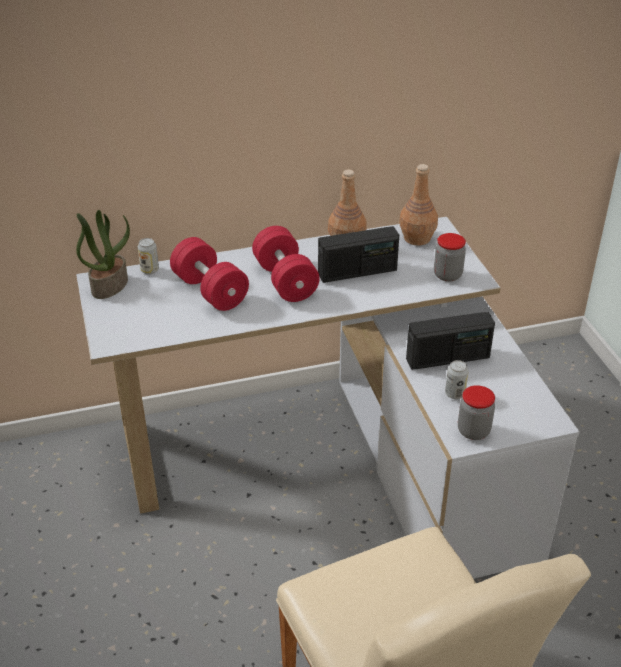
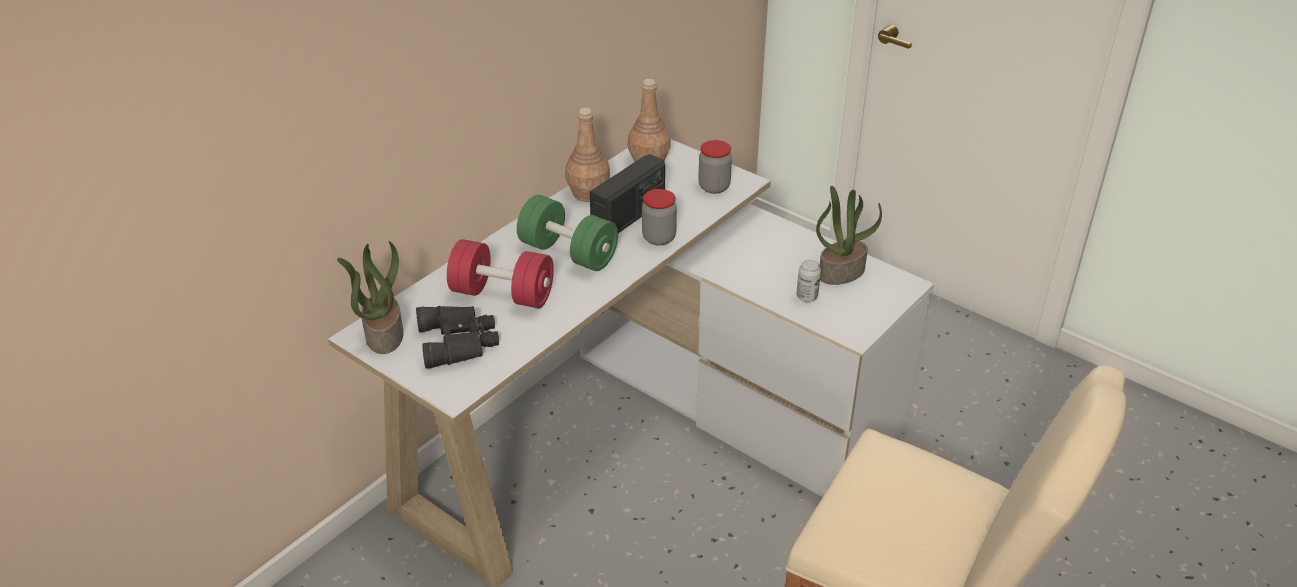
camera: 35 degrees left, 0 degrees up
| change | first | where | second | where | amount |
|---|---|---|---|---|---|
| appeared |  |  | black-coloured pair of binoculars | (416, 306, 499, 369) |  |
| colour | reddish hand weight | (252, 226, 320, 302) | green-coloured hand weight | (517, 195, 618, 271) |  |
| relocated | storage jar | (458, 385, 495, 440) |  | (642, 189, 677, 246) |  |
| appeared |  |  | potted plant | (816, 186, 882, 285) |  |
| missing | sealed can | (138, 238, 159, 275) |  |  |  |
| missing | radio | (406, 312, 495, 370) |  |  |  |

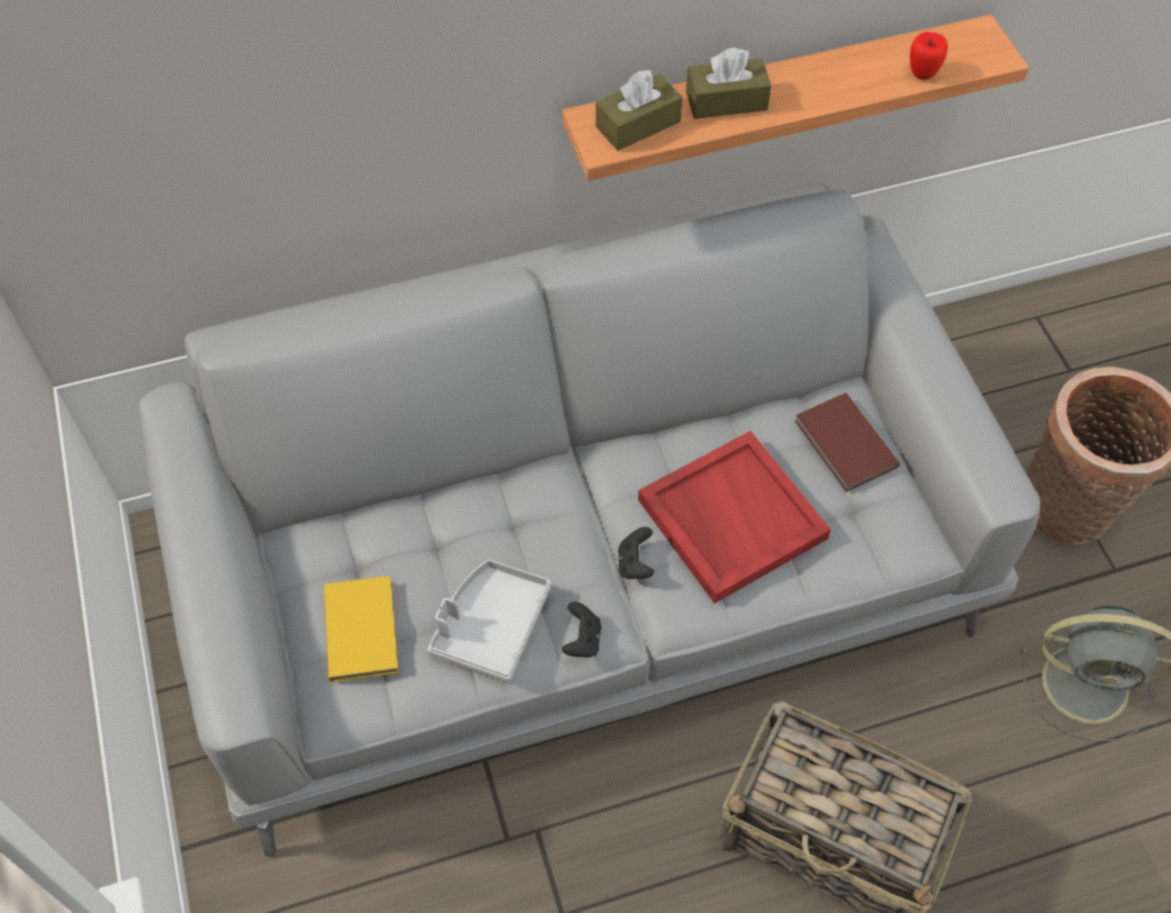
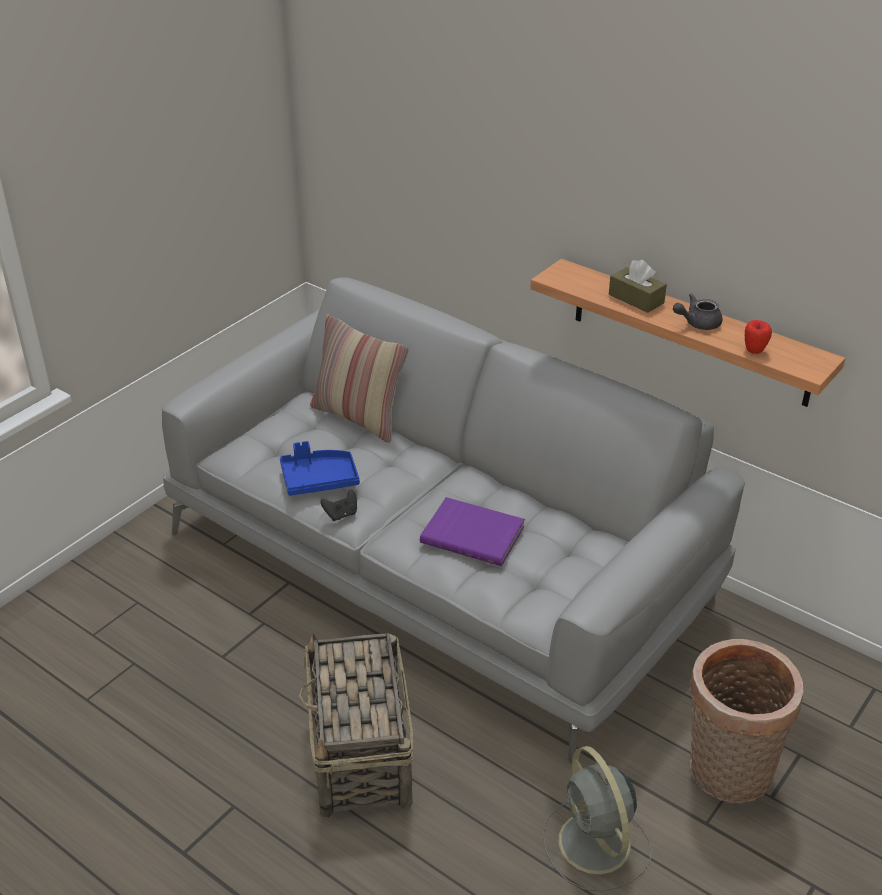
camera: 55 degrees right, 20 degrees down
| change | first | where | second | where | amount |
|---|---|---|---|---|---|
| colour | gray serving tray | (428, 559, 551, 682) | blue serving tray | (280, 441, 360, 496) |  |
| appeared |  |  | cushion | (310, 314, 409, 443) |  |
| exchanged | reddish serving tray | (638, 431, 831, 604) | purple-coloured book | (420, 497, 525, 566) |  |
| appeared |  |  | gray tea pot | (673, 293, 722, 330) |  |
| missing | yellowish book | (324, 576, 399, 682) |  |  |  |
| missing | brown-coloured tissue box | (596, 70, 683, 151) |  |  |  |
| missing | black-coloured gamepad | (618, 527, 654, 579) |  |  |  |
| missing | brown-coloured book | (795, 393, 900, 492) |  |  |  |

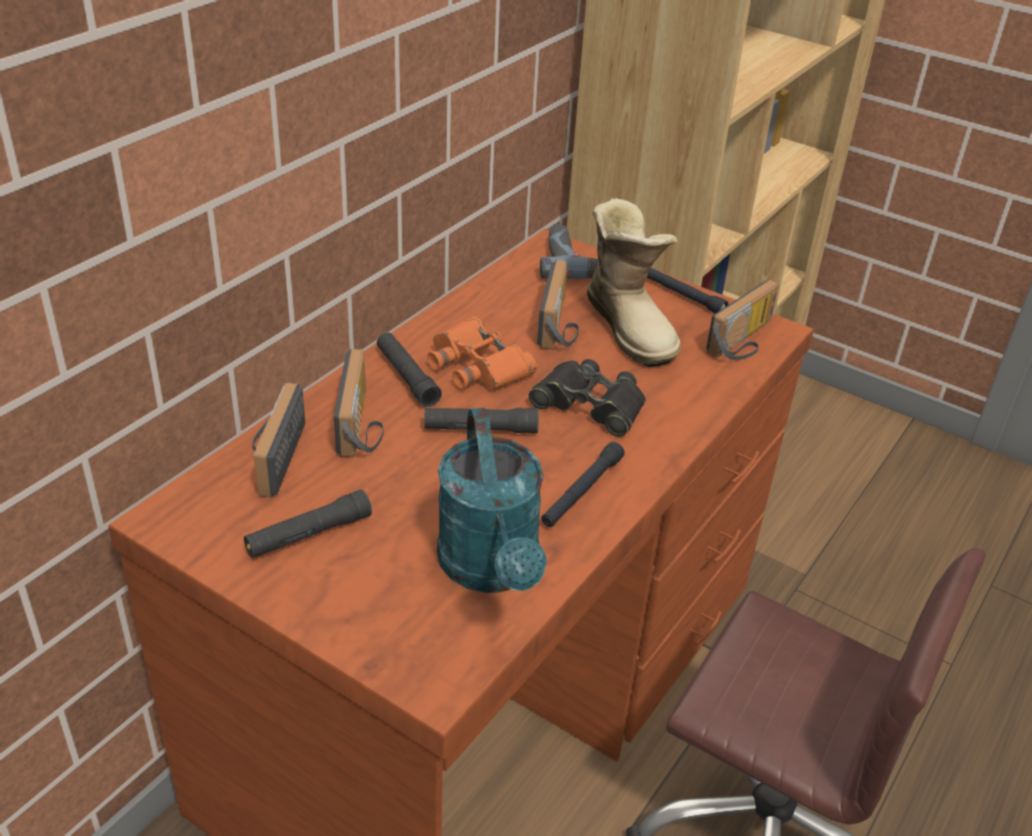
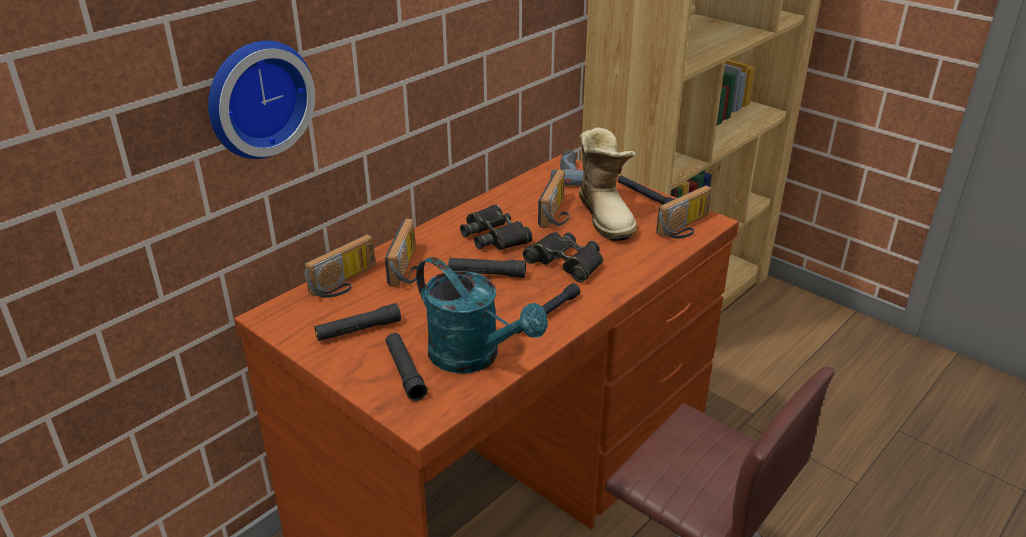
camera: 10 degrees right, 5 degrees down
| change | first | where | second | where | amount |
|---|---|---|---|---|---|
| appeared |  |  | wall clock | (208, 41, 315, 159) |  |
| spun | radio | (252, 383, 305, 498) |  | (304, 234, 376, 298) | 150 degrees counterclockwise |
| relocated | black-coloured hand torch | (377, 333, 442, 407) |  | (386, 333, 427, 401) |  |
| spun | turquoise-coloured watering can | (437, 408, 547, 593) |  | (416, 257, 548, 373) | 45 degrees counterclockwise |
| colour | orange-coloured pair of binoculars | (427, 317, 537, 390) | black-coloured pair of binoculars | (460, 204, 533, 250) |  |

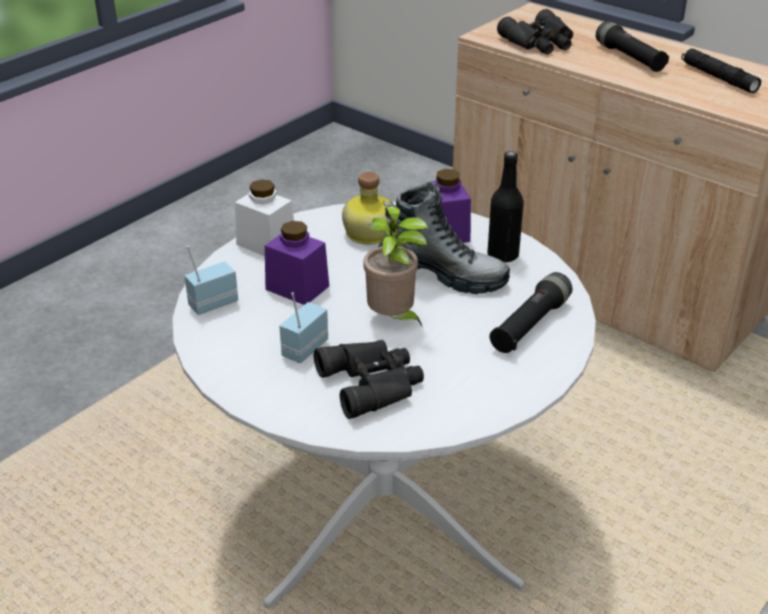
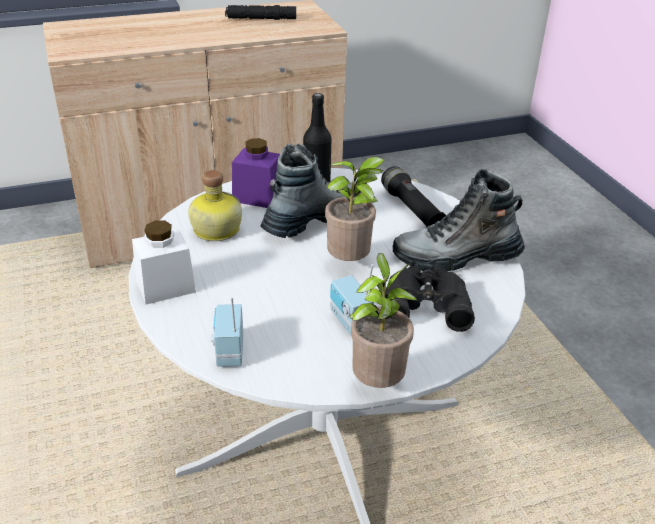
camera: 60 degrees left, 0 degrees up
| change | first | where | second | where | amount |
|---|---|---|---|---|---|
| appeared |  |  | potted plant | (350, 253, 418, 388) |  |
| appeared |  |  | high-top boot | (393, 169, 525, 272) |  |
| missing | purple-coloured storage jar | (265, 221, 329, 305) |  |  |  |
| missing | black-coloured pair of binoculars | (497, 9, 573, 55) |  |  |  |
| missing | black-coloured hand torch | (596, 21, 669, 72) |  |  |  |

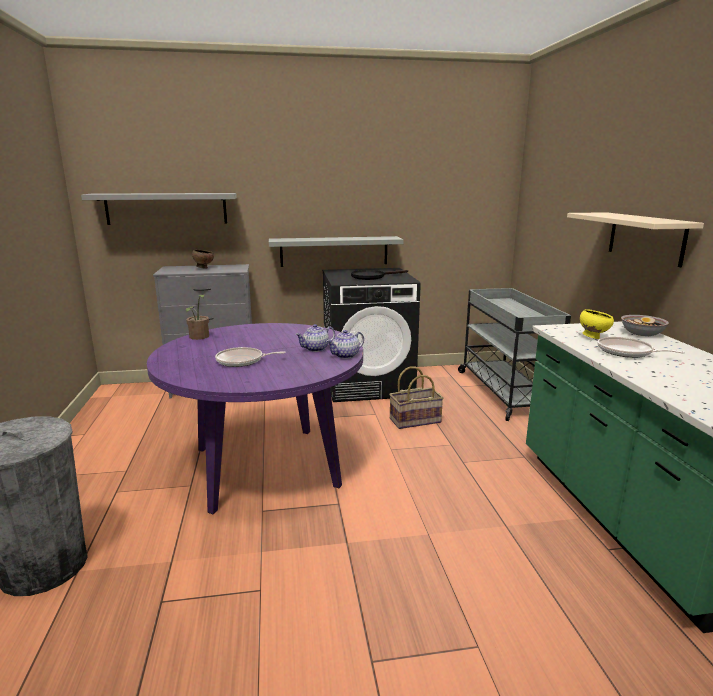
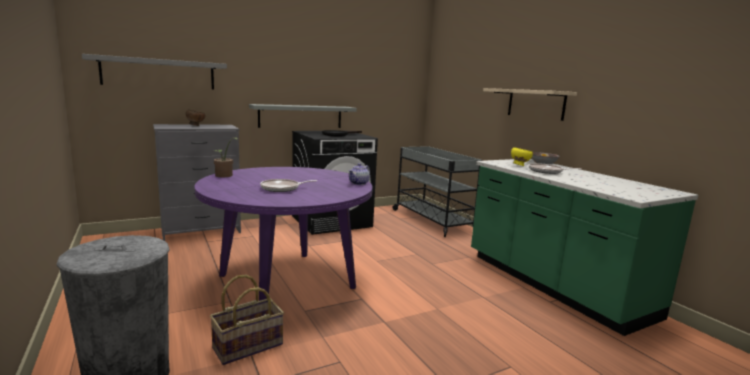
camera: 20 degrees left, 5 degrees down
| change | first | where | second | where | amount |
|---|---|---|---|---|---|
| relocated | storage basket | (389, 366, 444, 429) |  | (210, 275, 284, 365) |  |
| missing | tea pot | (295, 324, 335, 352) |  |  |  |

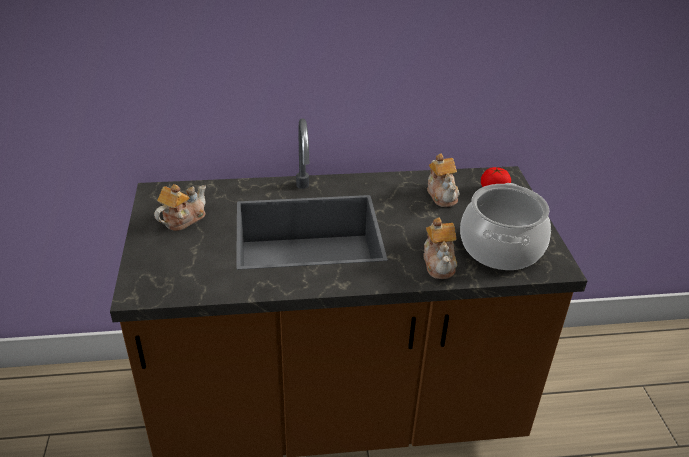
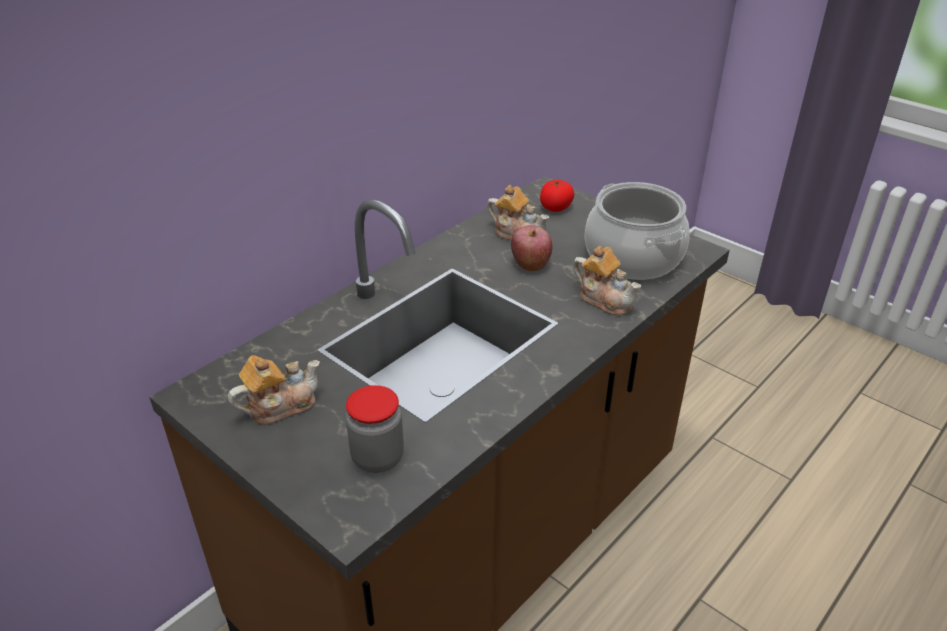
camera: 40 degrees left, 0 degrees up
| change | first | where | second | where | amount |
|---|---|---|---|---|---|
| spun | tea pot | (154, 184, 206, 231) |  | (228, 355, 320, 425) | 60 degrees clockwise |
| appeared |  |  | storage jar | (346, 385, 404, 473) |  |
| appeared |  |  | apple | (511, 225, 552, 271) |  |

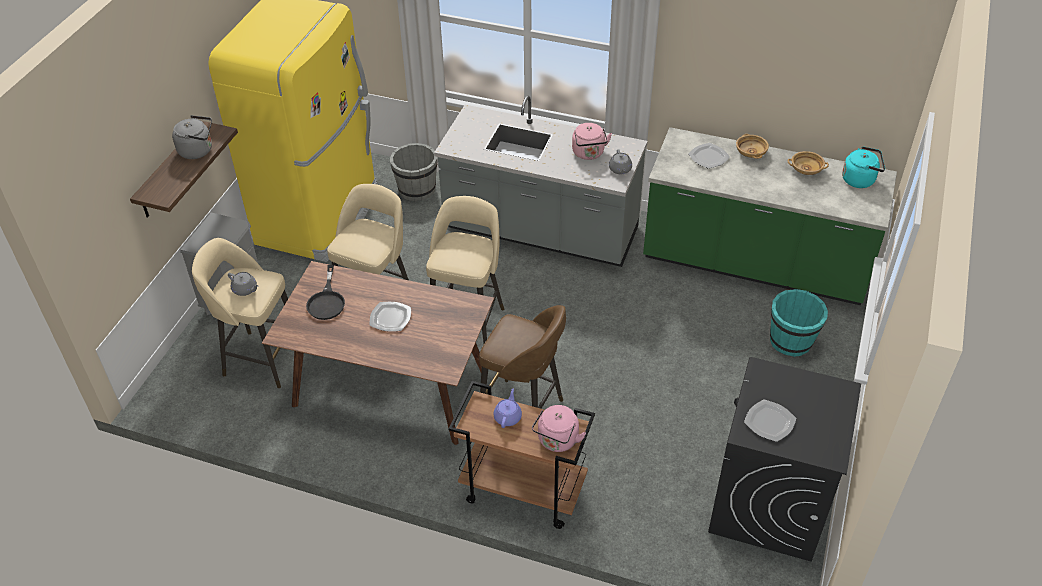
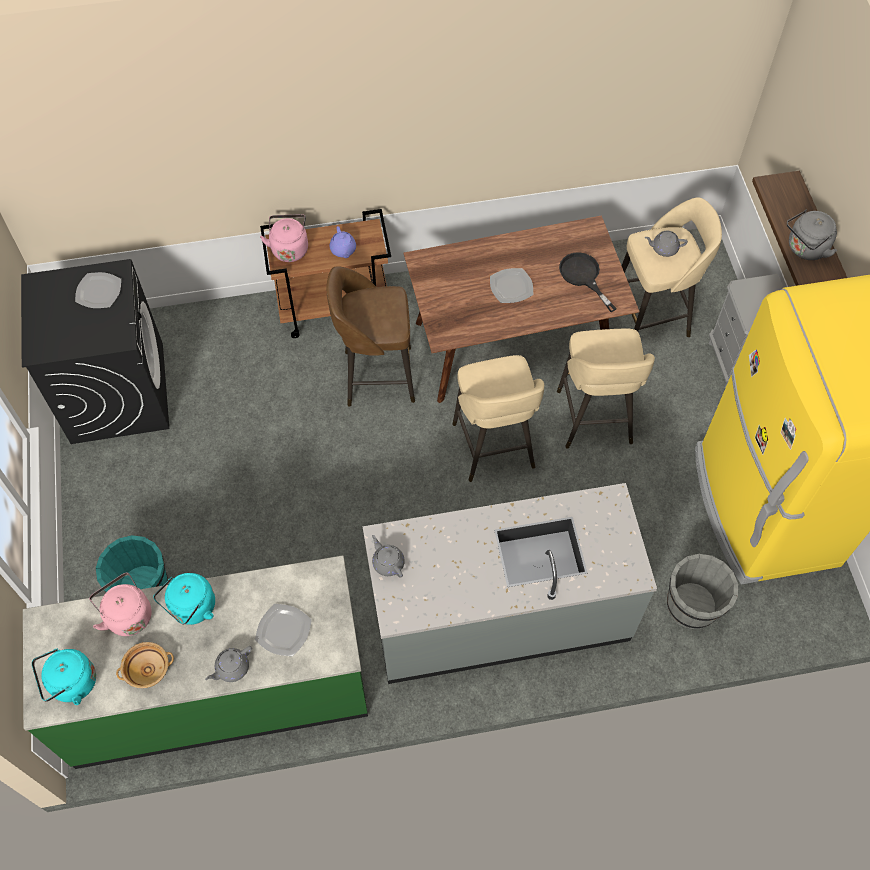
camera: 150 degrees right, 15 degrees up
| change | first | where | second | where | amount |
|---|---|---|---|---|---|
| relocated | pink kettle | (572, 123, 612, 160) |  | (89, 573, 152, 636) |  |
| appeared |  |  | turquoise-coloured kettle | (153, 573, 215, 625) |  |
| exchanged | beige deep dish | (736, 134, 769, 159) | gray tea pot | (205, 646, 252, 682) |  |

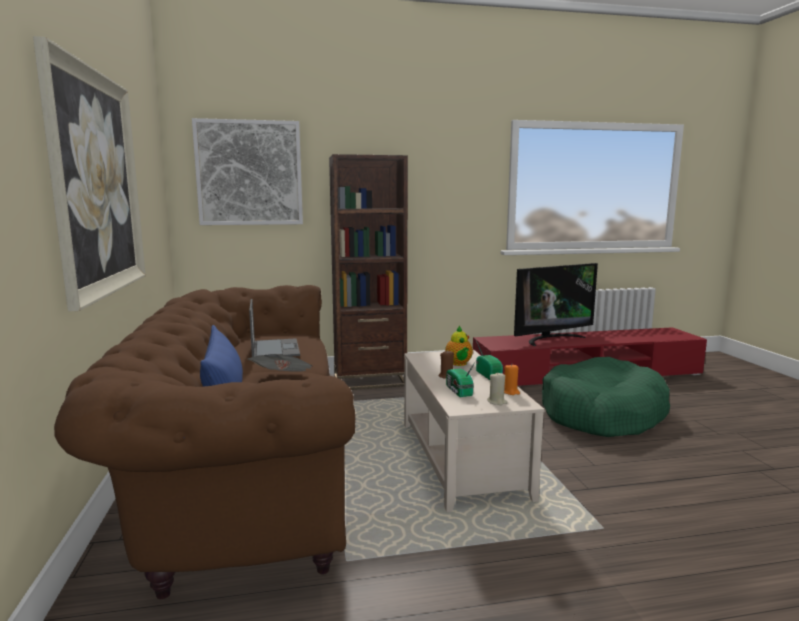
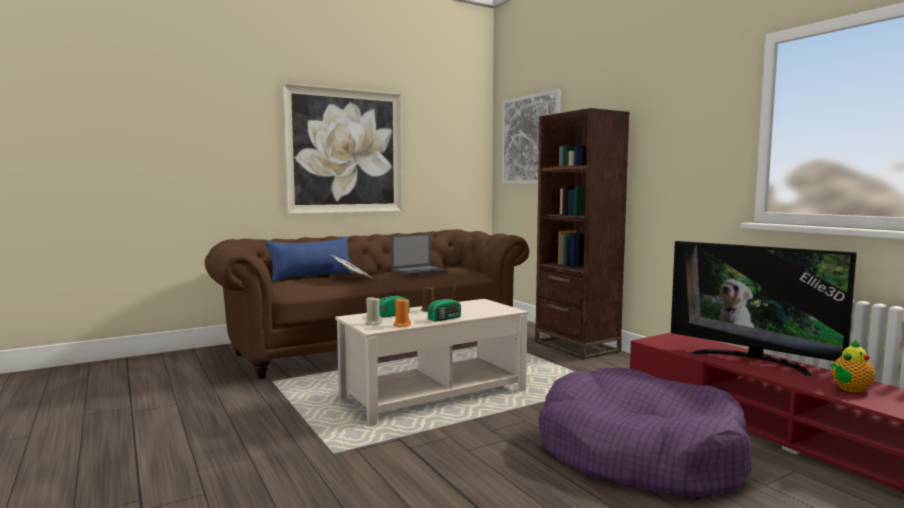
camera: 70 degrees right, 5 degrees down
| change | first | where | second | where | amount |
|---|---|---|---|---|---|
| colour | green-coloured dog bed | (542, 357, 670, 437) | purple-coloured dog bed | (539, 368, 751, 500) |  |
| relocated | tea pot | (445, 326, 473, 366) |  | (831, 339, 876, 393) |  |

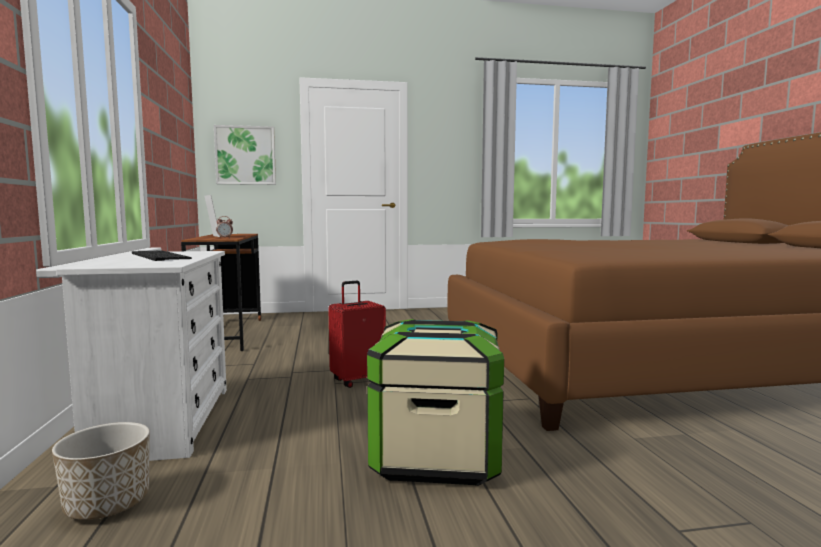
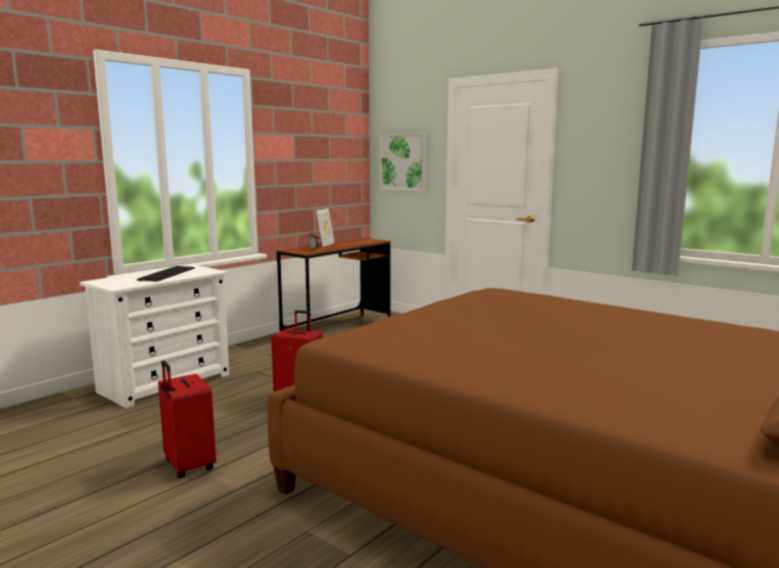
camera: 50 degrees right, 5 degrees up
| change | first | where | second | where | amount |
|---|---|---|---|---|---|
| exchanged | storage bin | (367, 319, 504, 486) | reddish suitcase | (158, 360, 216, 478) |  |
| missing | planter | (52, 422, 150, 520) |  |  |  |

